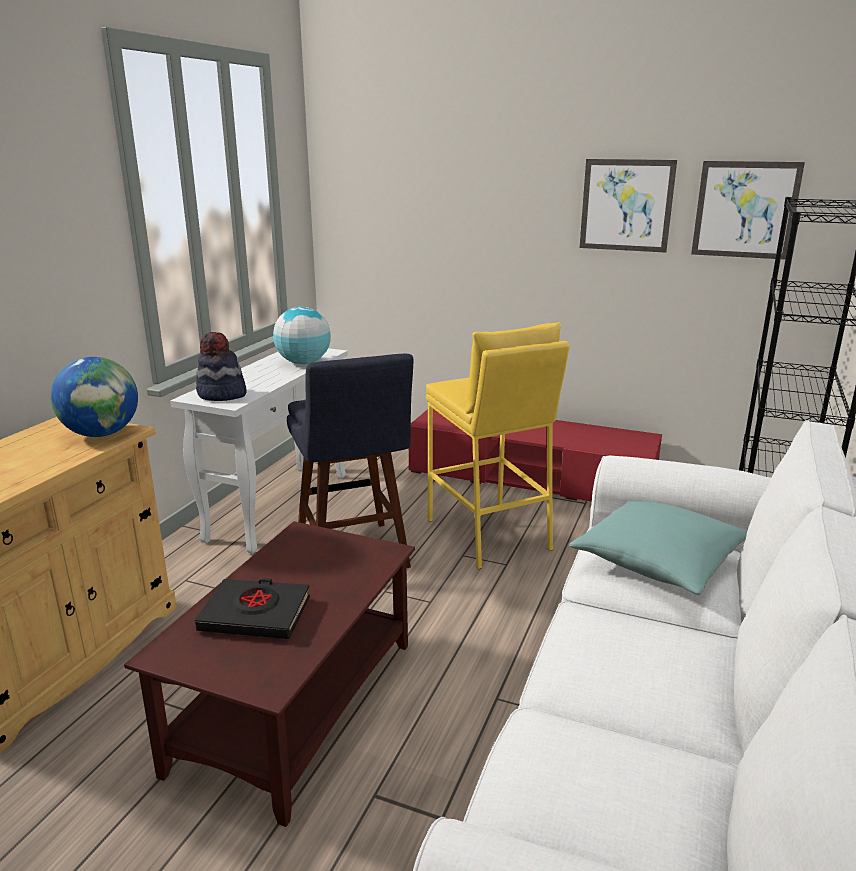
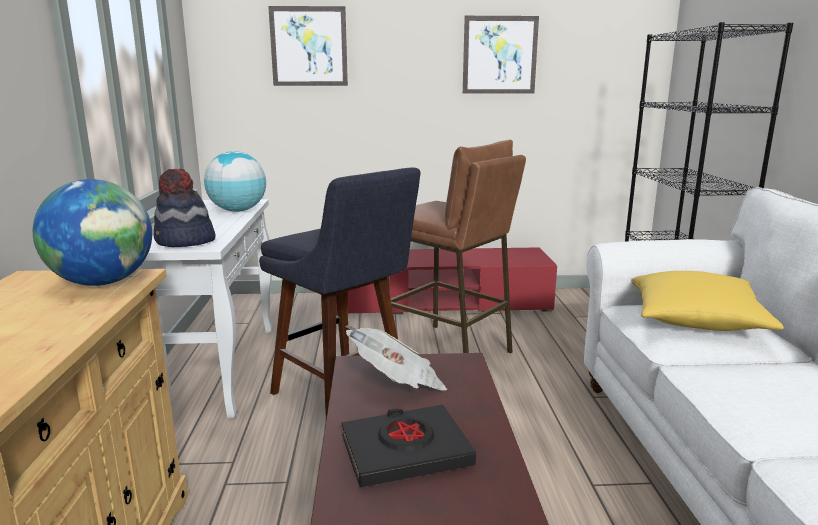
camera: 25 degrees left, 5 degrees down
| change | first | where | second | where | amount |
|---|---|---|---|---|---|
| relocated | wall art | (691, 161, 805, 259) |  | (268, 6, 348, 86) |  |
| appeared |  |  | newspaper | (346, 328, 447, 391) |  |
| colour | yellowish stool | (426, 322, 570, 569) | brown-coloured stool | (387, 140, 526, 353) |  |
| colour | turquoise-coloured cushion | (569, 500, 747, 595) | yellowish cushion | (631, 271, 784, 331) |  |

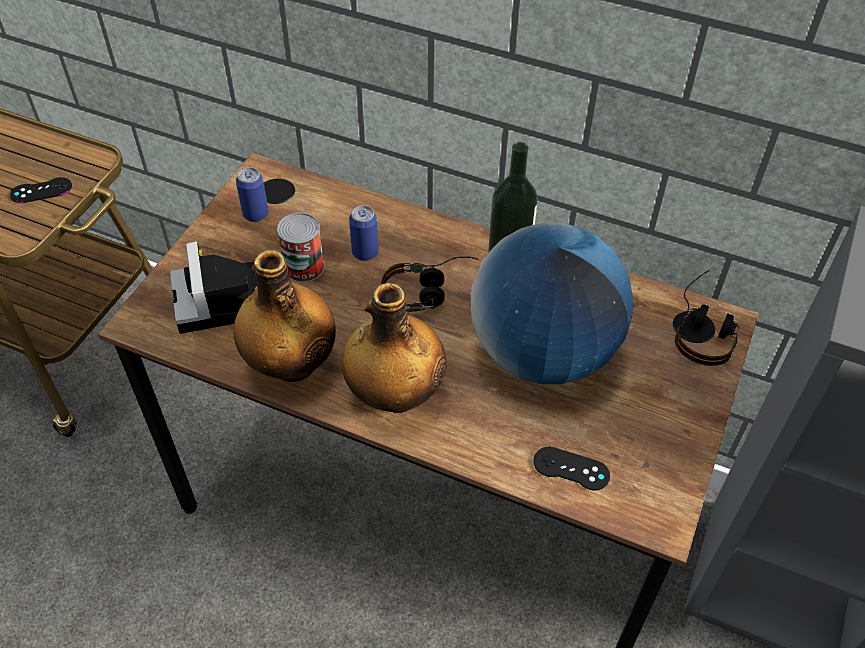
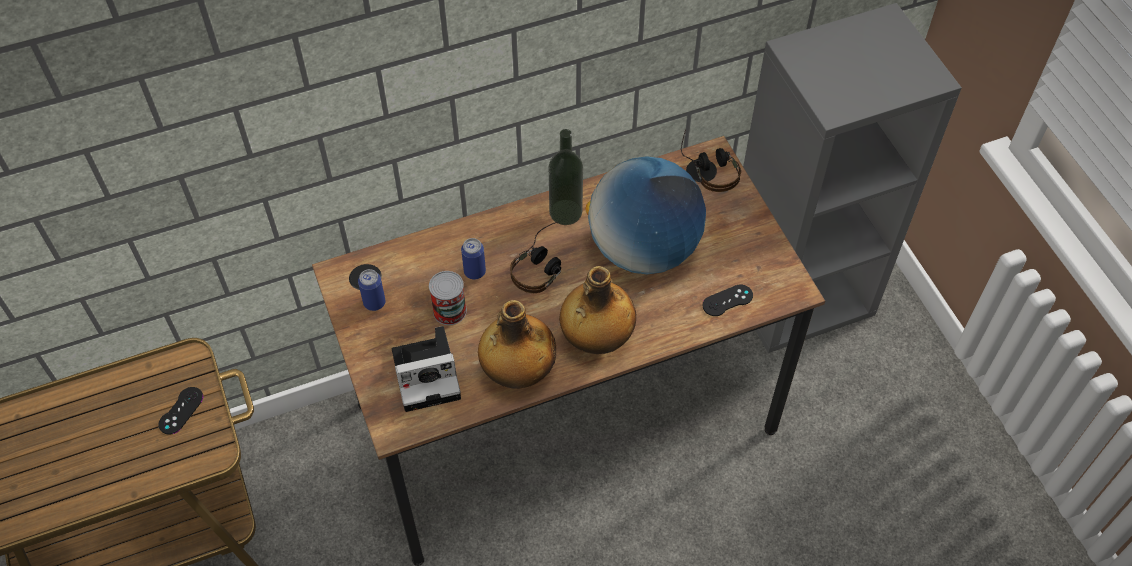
camera: 45 degrees left, 5 degrees up
| change | first | where | second | where | amount |
|---|---|---|---|---|---|
| spun | still camera | (170, 241, 257, 334) |  | (392, 326, 461, 412) | 45 degrees counterclockwise |

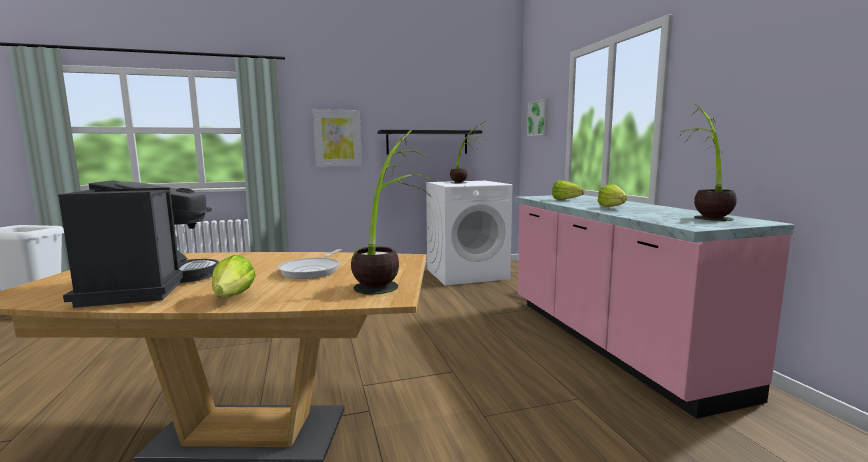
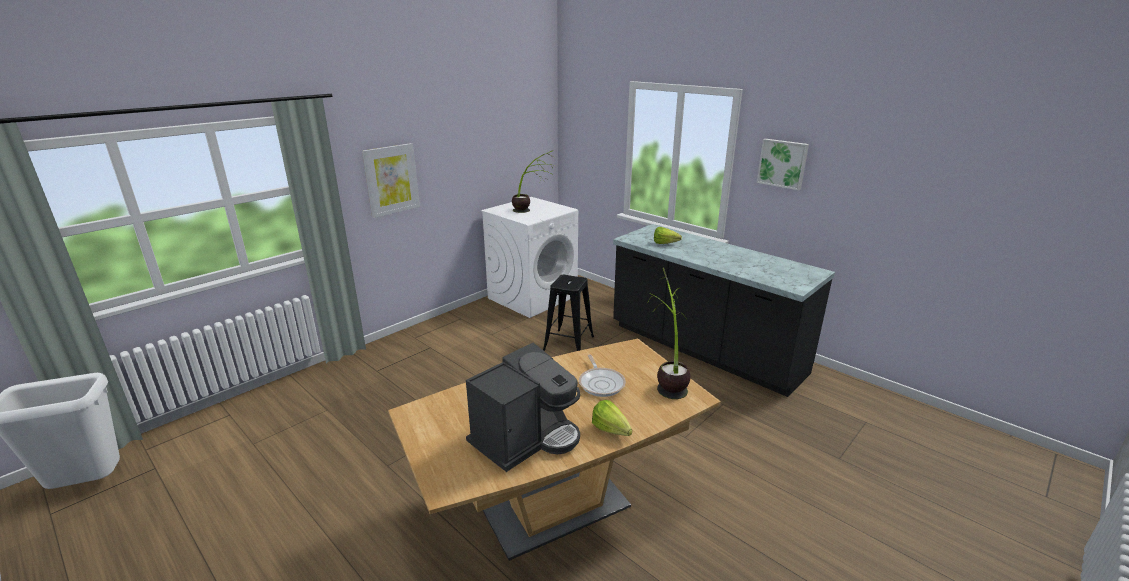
camera: 30 degrees left, 15 degrees up
| change | first | where | second | where | amount |
|---|---|---|---|---|---|
| spun | coffee maker | (58, 180, 219, 308) |  | (466, 343, 580, 472) | 90 degrees clockwise |
| appeared |  |  | black-coloured stool | (543, 275, 594, 351) |  |
| colour | pink counter | (515, 195, 794, 419) | black-coloured counter | (613, 224, 835, 397) |  |
| relocated | wall art | (527, 99, 549, 137) |  | (757, 139, 809, 190) |  |
| missing | black-coloured bracket shelf | (377, 130, 482, 155) |  |  |  |
| missing | lettuce | (597, 184, 627, 207) |  |  |  |
| missing | potted plant | (677, 103, 737, 221) |  |  |  |

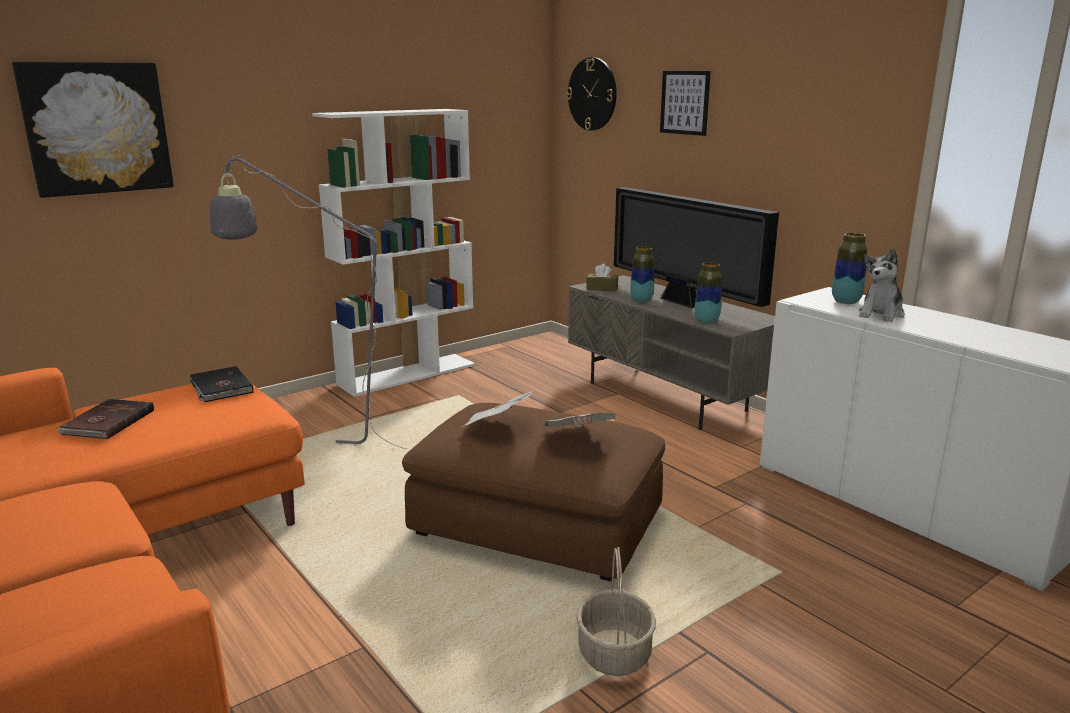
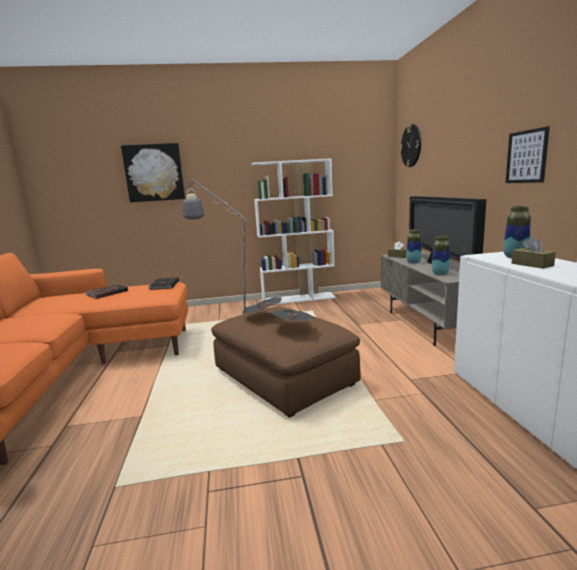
camera: 30 degrees right, 5 degrees down
| change | first | where | second | where | amount |
|---|---|---|---|---|---|
| relocated | wall art | (660, 71, 711, 136) |  | (506, 126, 550, 183) |  |
| exchanged | cuddly toy | (859, 248, 905, 322) | brown-coloured tissue box | (511, 237, 556, 269) |  |
| missing | storage basket | (576, 547, 656, 676) |  |  |  |

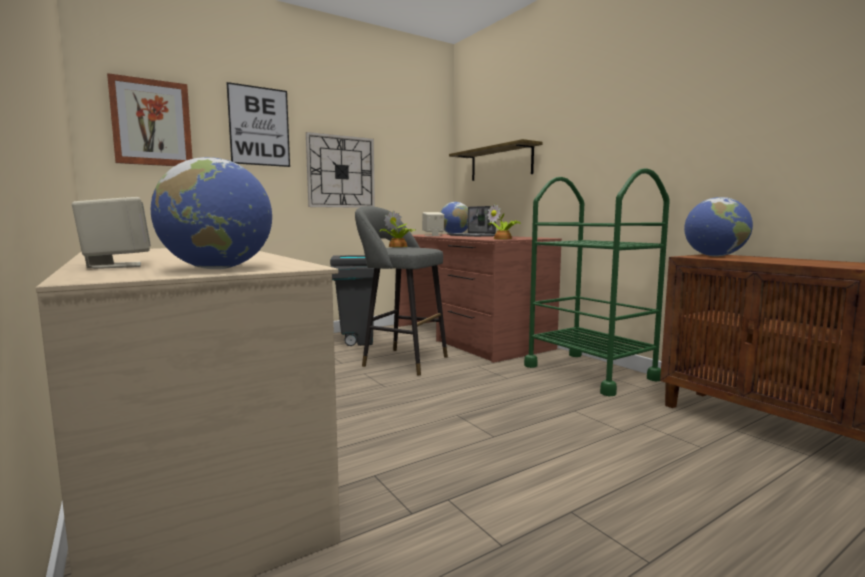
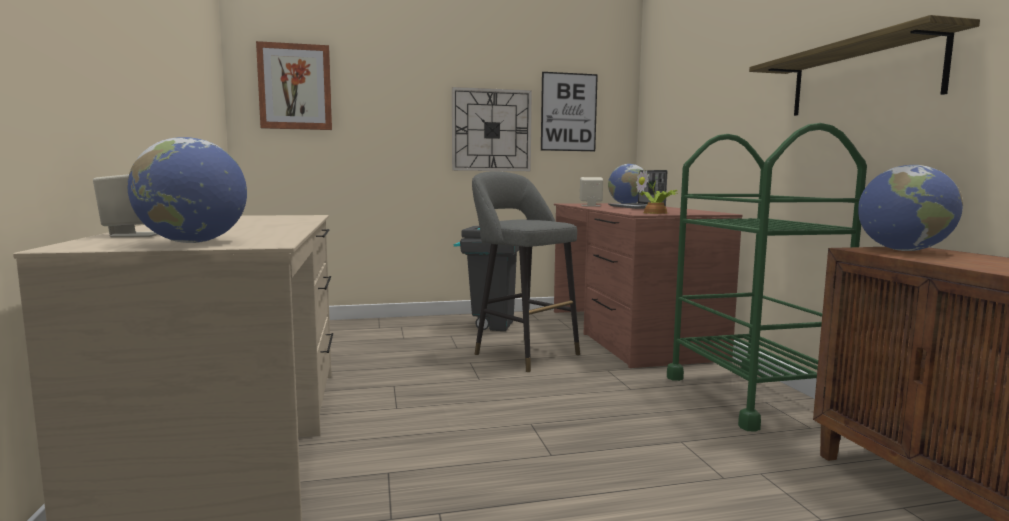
camera: 20 degrees right, 0 degrees up
| change | first | where | second | where | amount |
|---|---|---|---|---|---|
| relocated | wall art | (227, 82, 290, 167) |  | (541, 72, 598, 151) |  |
| relocated | bracket shelf | (449, 139, 542, 181) |  | (749, 15, 980, 116) |  |
| missing | potted plant | (379, 211, 415, 247) |  |  |  |

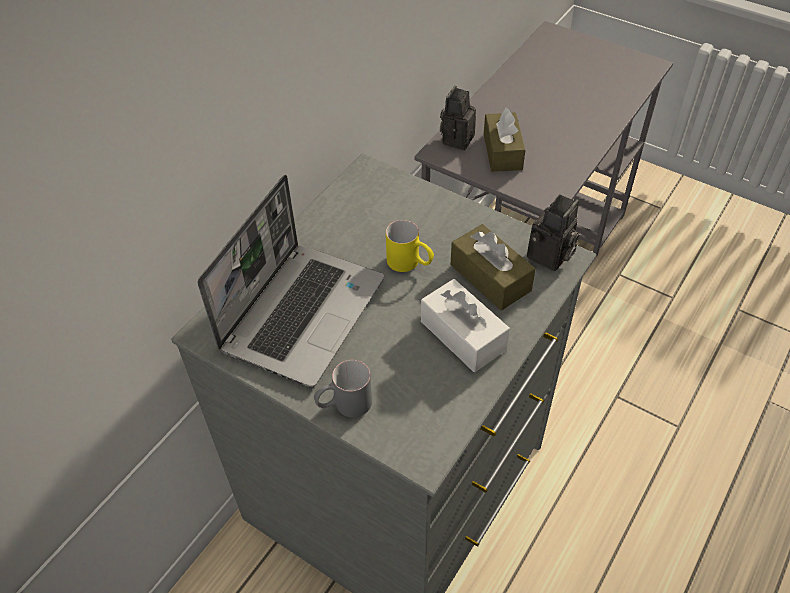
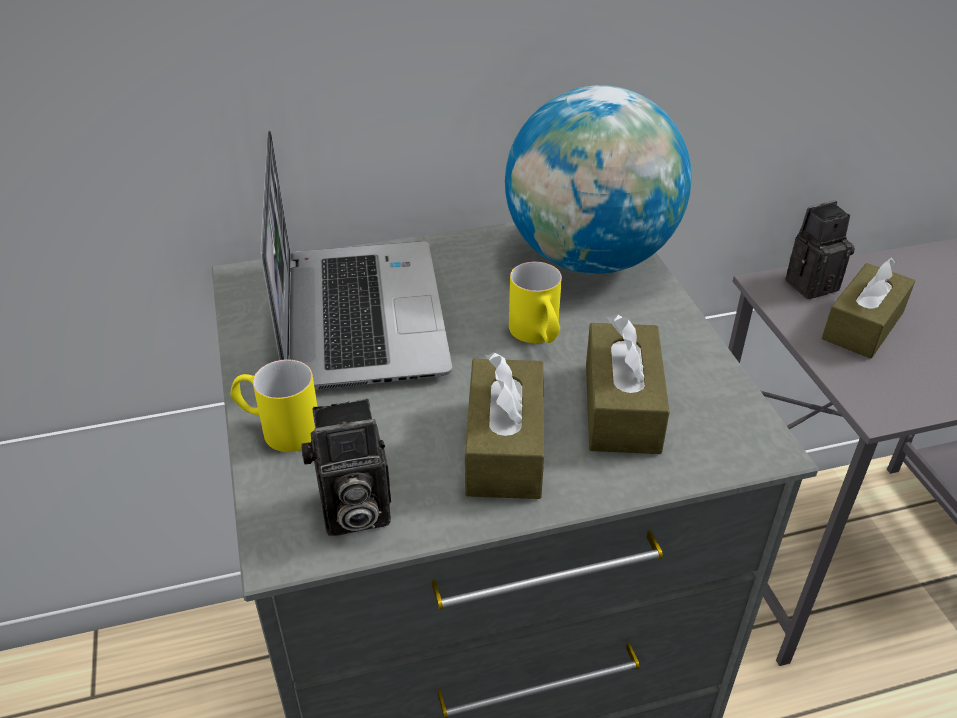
camera: 40 degrees right, 10 degrees down
| change | first | where | second | where | amount |
|---|---|---|---|---|---|
| colour | gray tea mug | (314, 360, 372, 417) | yellowish tea mug | (231, 359, 317, 452) |  |
| spun | portable computer | (198, 175, 384, 387) |  | (260, 131, 452, 390) | 75 degrees counterclockwise |
| relocated | still camera | (527, 194, 579, 271) |  | (301, 398, 391, 536) |  |
| colour | whitish tissue box | (421, 279, 510, 372) | brown-coloured tissue box | (465, 352, 544, 499) |  |
| appeared |  |  | globe | (505, 85, 692, 274) |  |

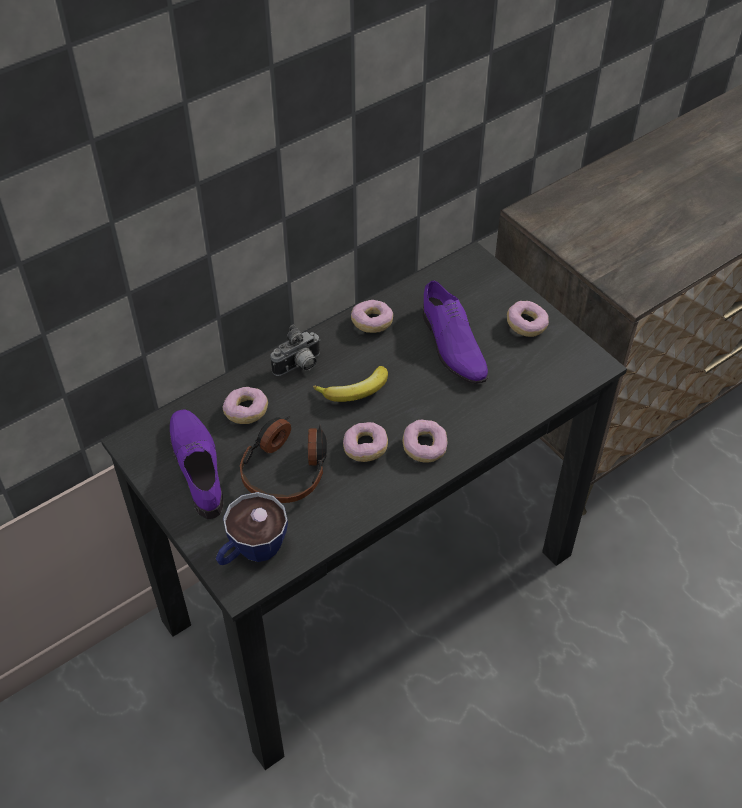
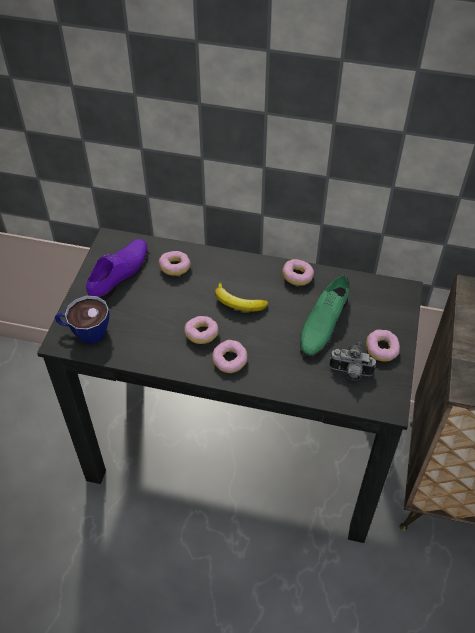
camera: 50 degrees right, 0 degrees up
| change | first | where | second | where | amount |
|---|---|---|---|---|---|
| colour | purple-coloured item of footwear | (423, 280, 488, 384) | green-coloured item of footwear | (300, 275, 349, 357) |  |
| relocated | still camera | (271, 325, 321, 376) |  | (330, 342, 376, 381) |  |
| missing | headphones | (240, 416, 327, 503) |  |  |  |

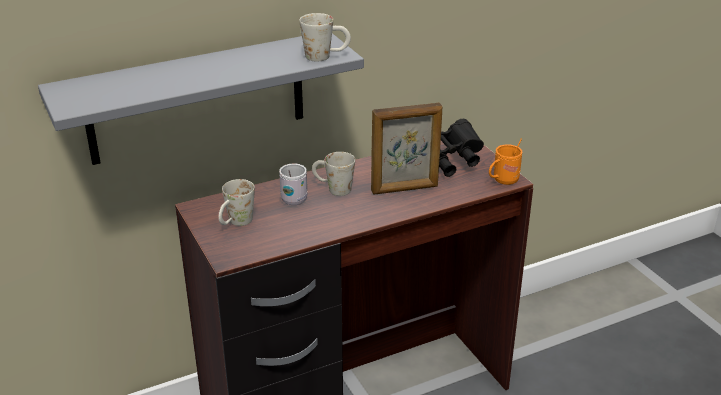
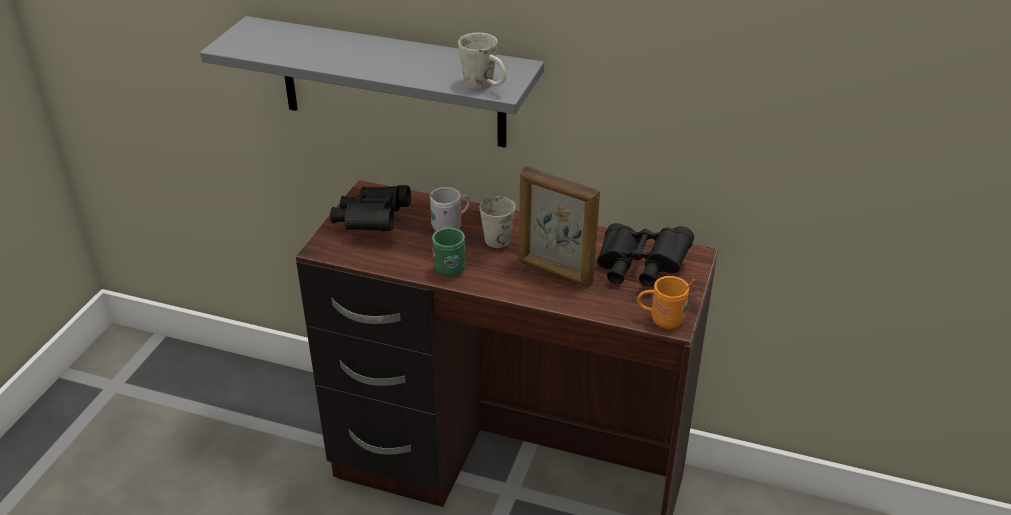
camera: 45 degrees right, 5 degrees up
| change | first | where | second | where | amount |
|---|---|---|---|---|---|
| exchanged | whitish tea mug | (219, 179, 255, 226) | black-coloured pair of binoculars | (330, 185, 411, 231) |  |
| appeared |  |  | green-coloured tea mug | (432, 227, 466, 277) |  |

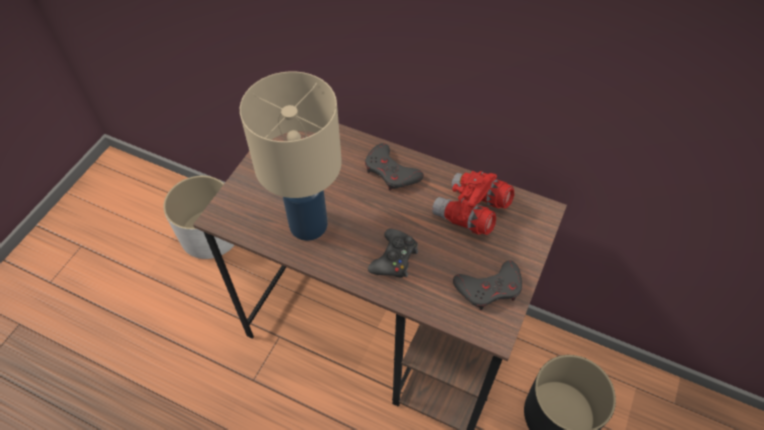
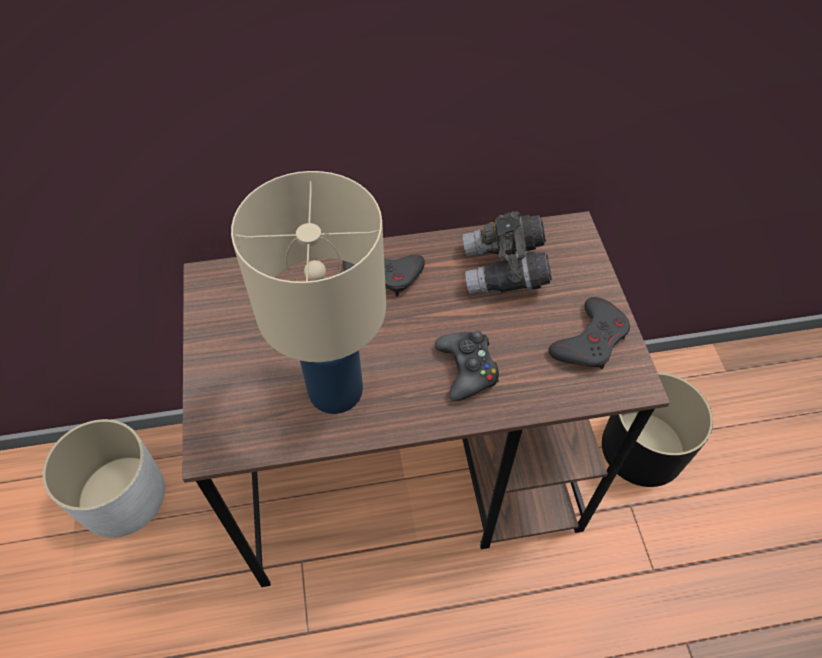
camera: 35 degrees left, 0 degrees up
| change | first | where | second | where | amount |
|---|---|---|---|---|---|
| colour | reddish pair of binoculars | (432, 171, 514, 235) | gray pair of binoculars | (463, 211, 552, 295) |  |

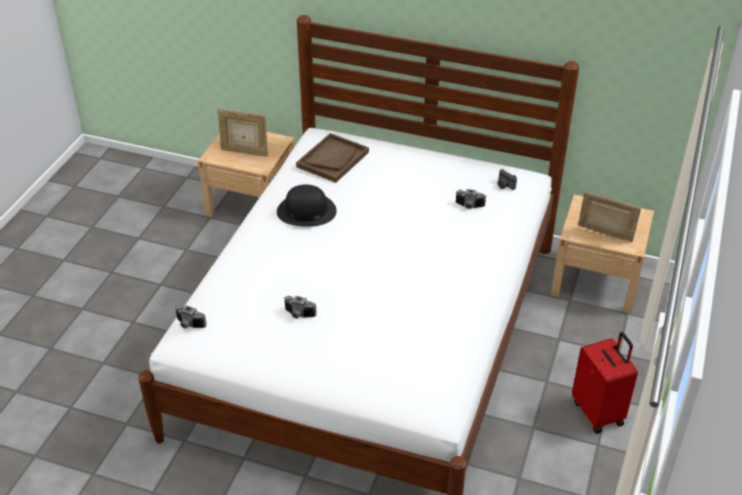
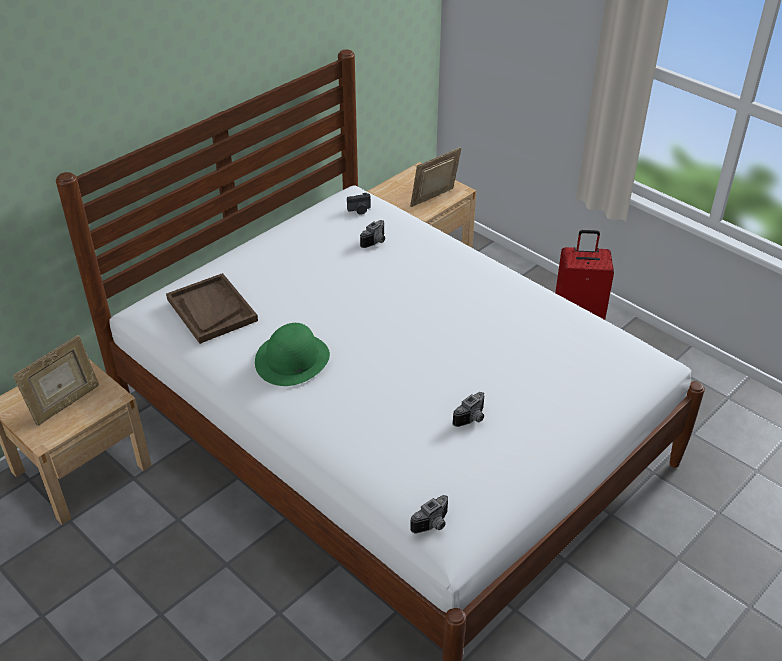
camera: 65 degrees left, 0 degrees up
| change | first | where | second | where | amount |
|---|---|---|---|---|---|
| colour | black-coloured hat | (277, 184, 337, 227) | green-coloured hat | (255, 323, 330, 386) |  |

